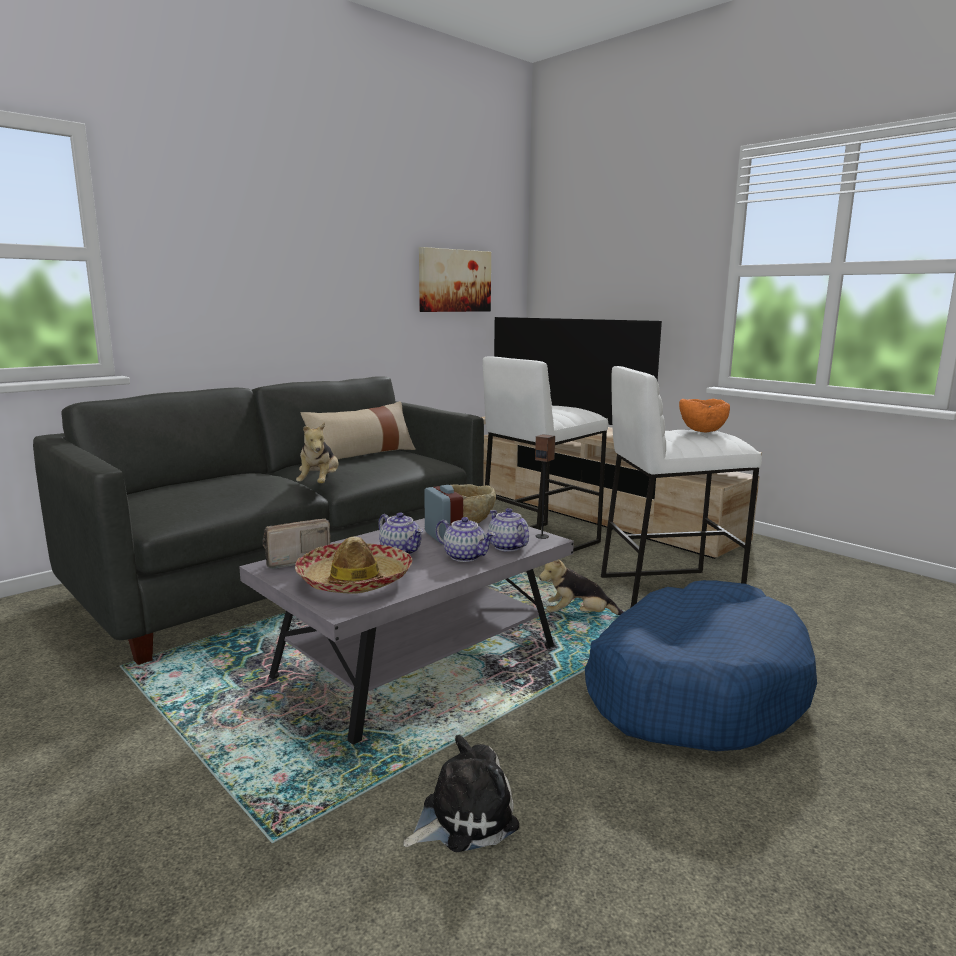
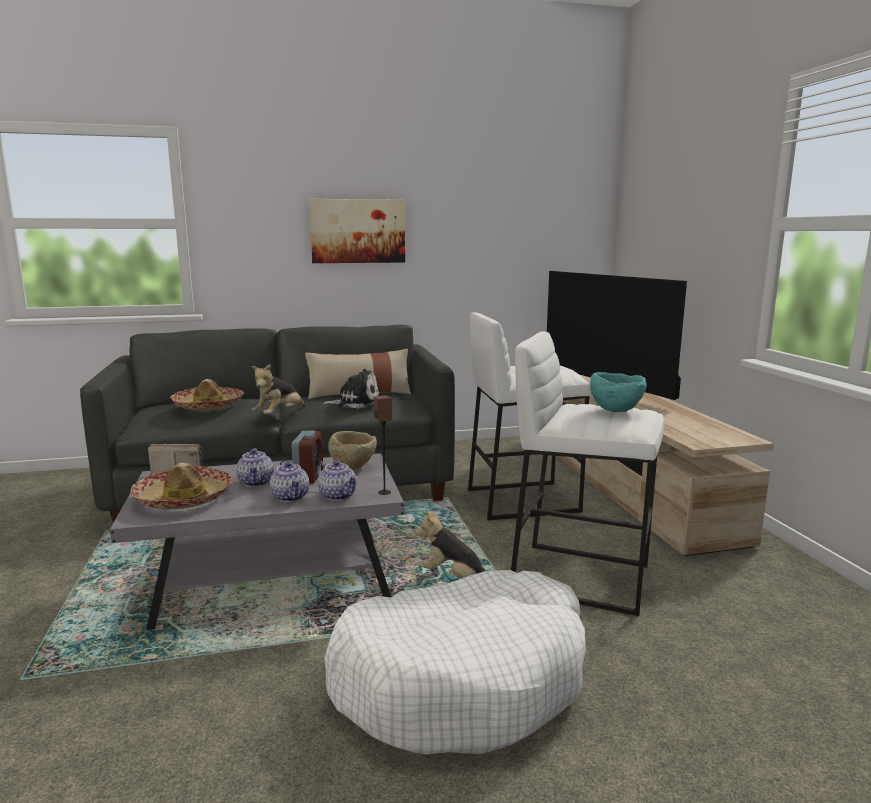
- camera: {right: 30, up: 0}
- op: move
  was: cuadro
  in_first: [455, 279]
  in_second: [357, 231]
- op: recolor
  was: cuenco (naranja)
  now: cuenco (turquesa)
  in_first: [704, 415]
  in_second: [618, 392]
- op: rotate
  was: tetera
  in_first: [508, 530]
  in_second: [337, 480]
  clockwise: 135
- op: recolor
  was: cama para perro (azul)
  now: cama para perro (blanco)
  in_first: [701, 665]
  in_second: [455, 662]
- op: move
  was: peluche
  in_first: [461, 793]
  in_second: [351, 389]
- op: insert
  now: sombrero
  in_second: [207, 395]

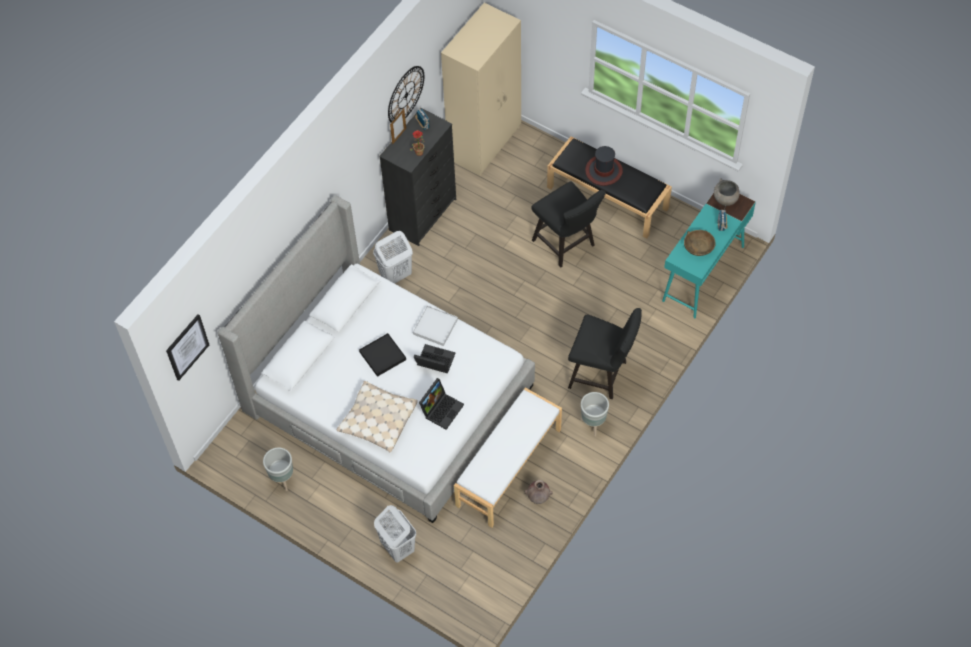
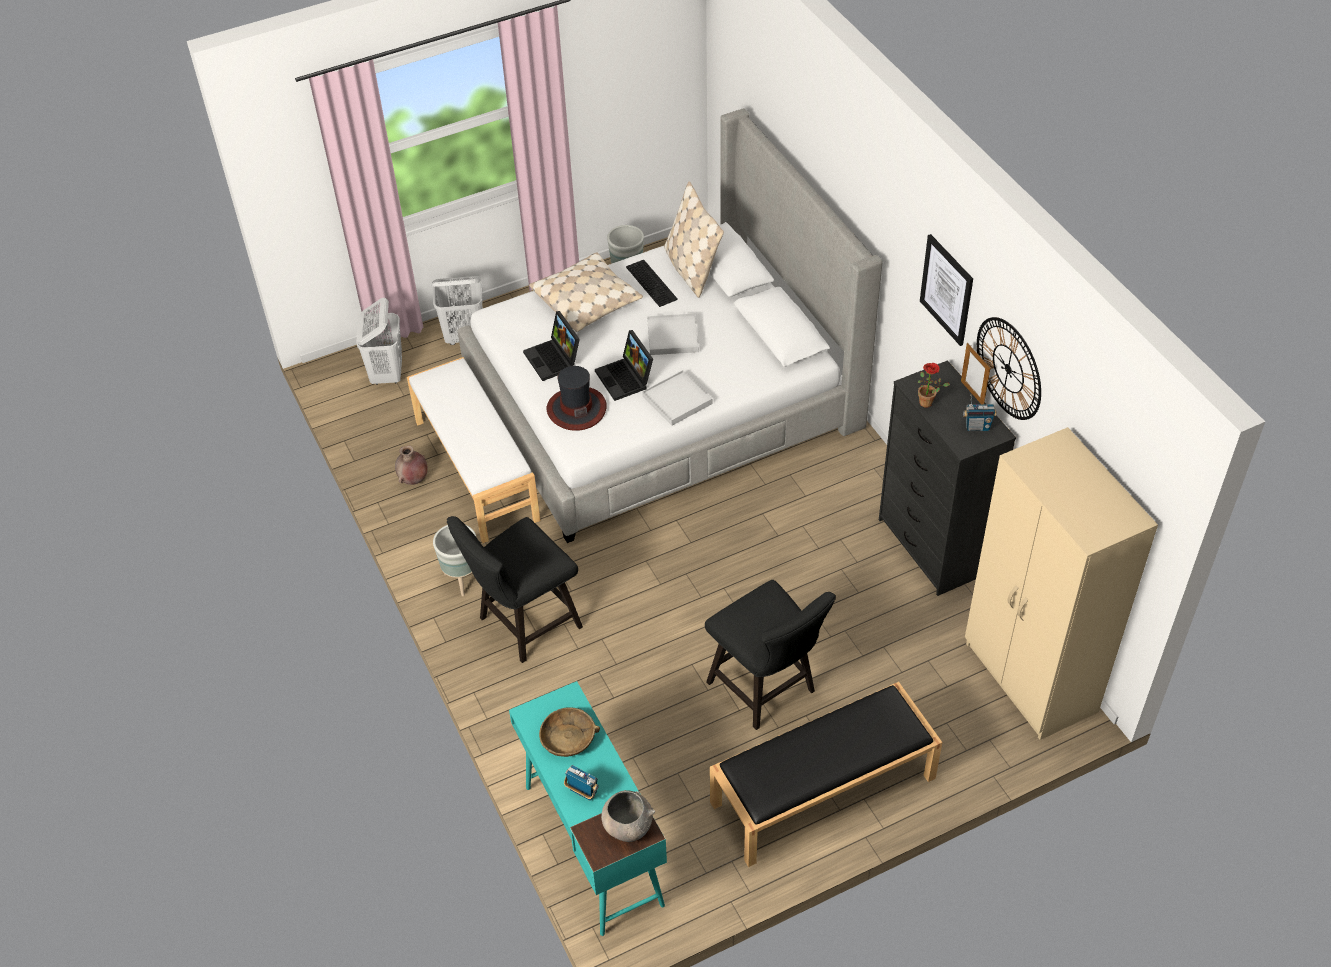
- camera: {right: 120, up: -10}
- op: move
  was: sombrero
  in_first: [604, 166]
  in_second: [577, 398]
- op: rotate
  was: silla (negro)
  in_first: [568, 224]
  in_second: [770, 655]
  clockwise: -120
- op: move
  was: cesto de la ropa (blanco)
  in_first: [393, 257]
  in_second: [379, 341]
- op: move
  was: cuadro
  in_first: [187, 347]
  in_second: [946, 290]
- op: recolor
  was: bandeja (negro)
  now: bandeja (blanco)
  in_first: [382, 355]
  in_second: [673, 334]
- op: rotate
  was: portátil
  in_first: [435, 359]
  in_second: [624, 365]
  clockwise: 105
- op: insert
  now: cojín (beis)
  in_second: [694, 239]
- op: insert
  now: teclado
  in_second: [652, 283]

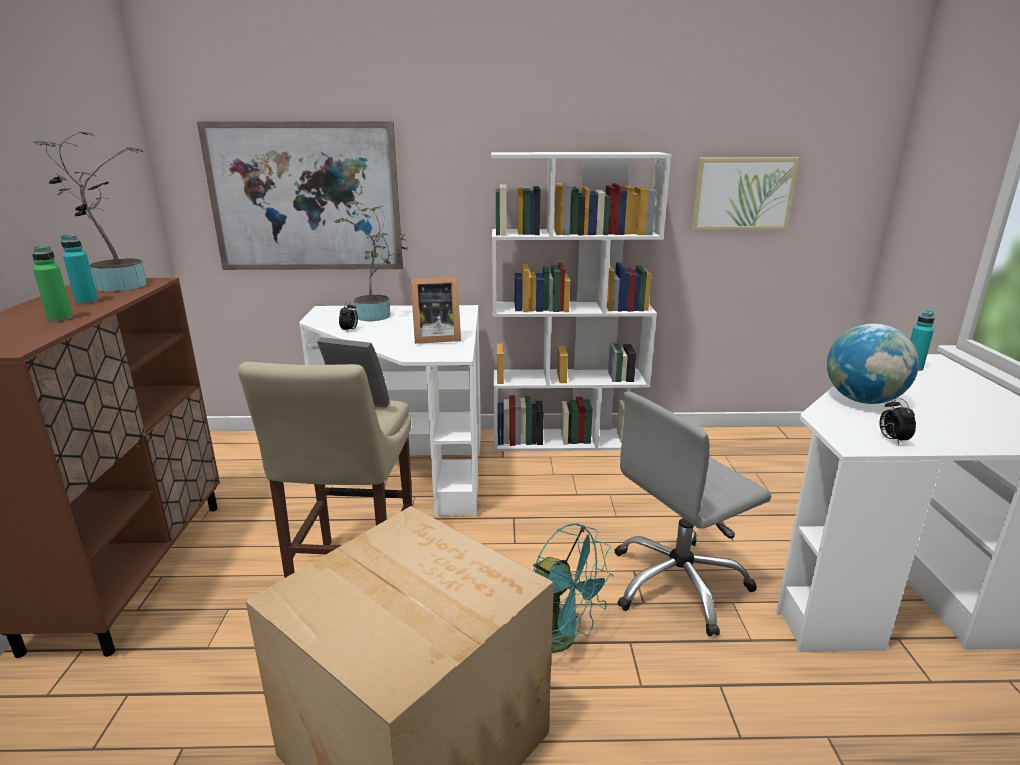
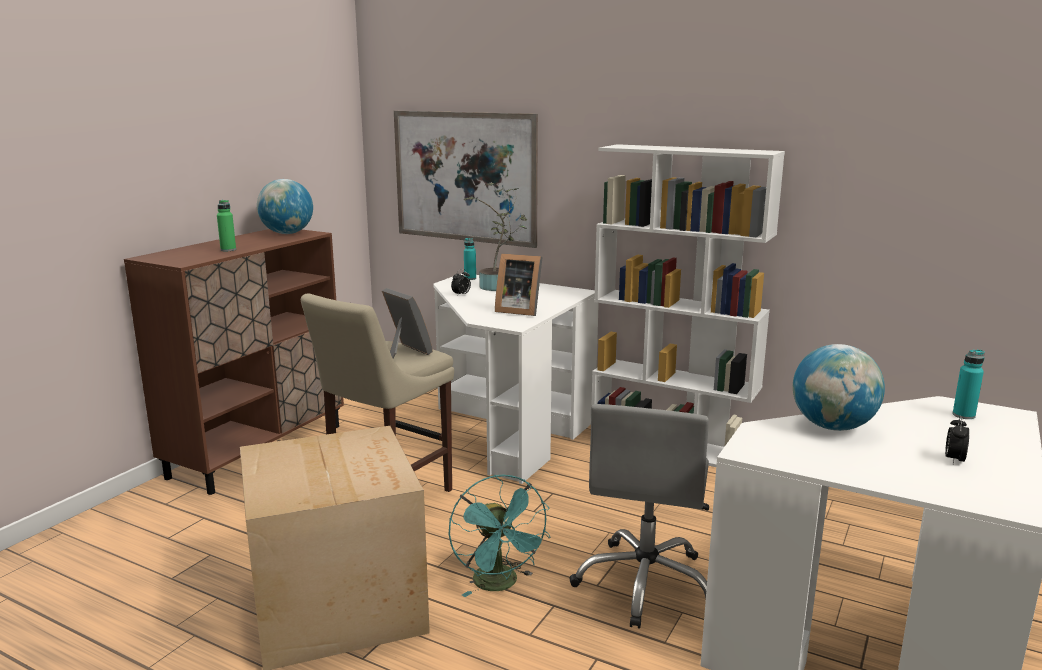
- camera: {right: 30, up: -5}
- op: replace
  was: planta en maceta
  now: globo terráqueo
  in_first: [90, 211]
  in_second: [285, 206]
- op: delete
  was: cuadro
  in_first: [745, 193]
- op: move
  was: botella (turquesa)
  in_first: [79, 269]
  in_second: [470, 259]
- op: rotate
  was: silla de oficina (gris)
  in_first: [693, 514]
  in_second: [639, 516]
  clockwise: -75
- op: move
  was: despertador
  in_first: [897, 421]
  in_second: [957, 439]

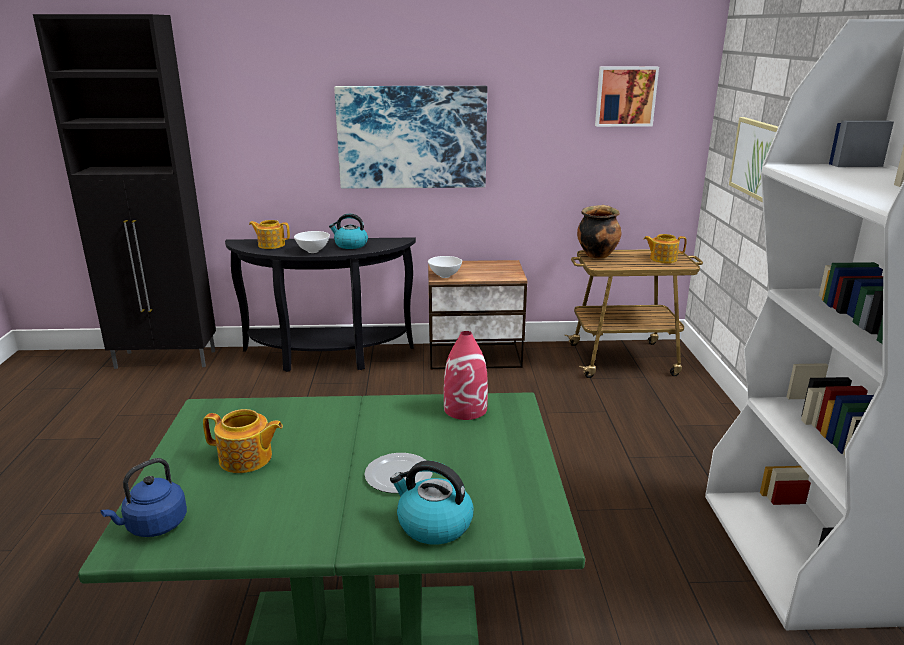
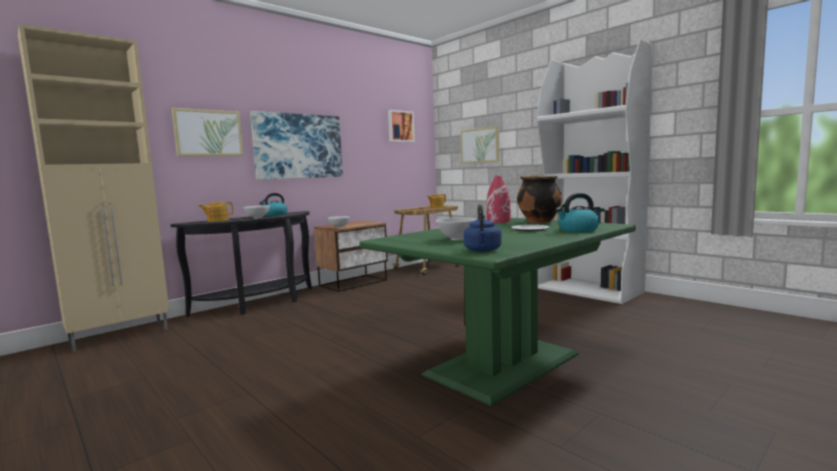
- camera: {right: -40, up: -15}
- op: recolor
  was: armario (negro)
  now: armario (beis)
  in_first: [124, 191]
  in_second: [94, 188]
- op: move
  was: olla
  in_first: [599, 232]
  in_second: [539, 199]
- op: replace
  was: tetera
  now: cuenco (blanco)
  in_first: [243, 441]
  in_second: [457, 228]
- op: insert
  now: cuadro
  in_second: [207, 132]

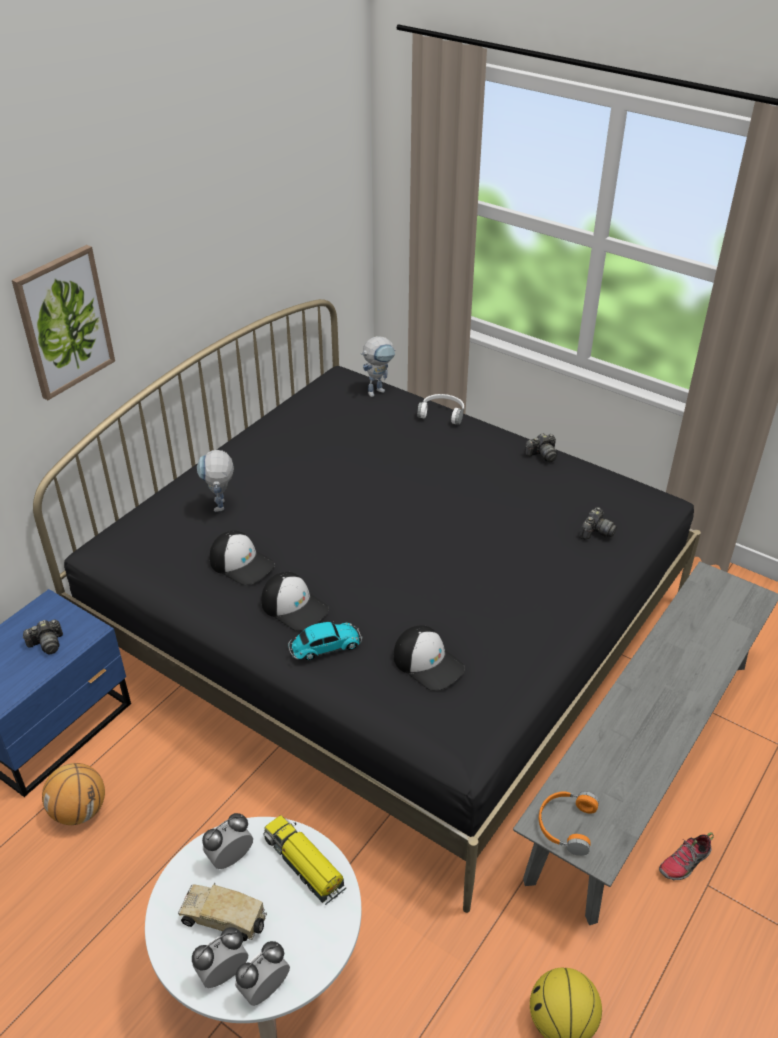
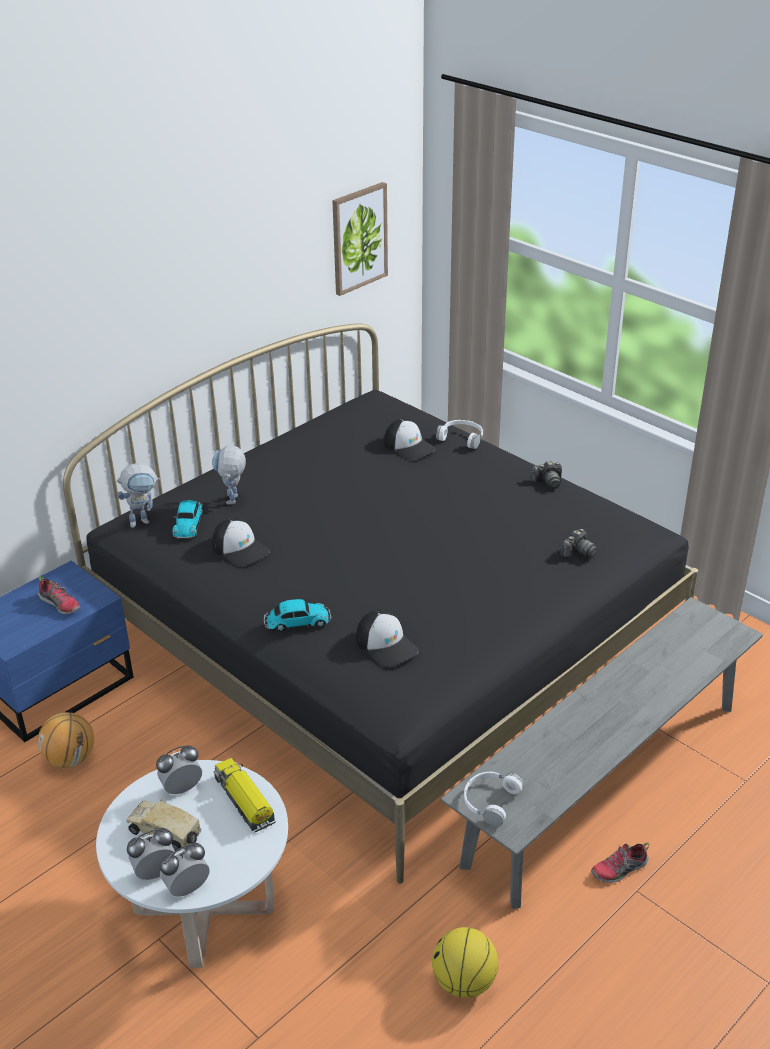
- camera: {right: 10, up: -5}
- op: move
  was: cuadro
  in_first: [63, 322]
  in_second: [360, 239]
- op: move
  was: robot de juguete
  in_first: [378, 366]
  in_second: [137, 495]
- op: move
  was: gorra
  in_first: [295, 601]
  in_second: [409, 439]
- op: replace
  was: cámara
  now: zapato
  in_first: [42, 636]
  in_second: [59, 595]
- op: recolor
  was: auriculares (naranja)
  now: auriculares (blanco)
  in_first: [569, 823]
  in_second: [494, 799]
- op: insert
  now: coche de juguete
  in_second: [187, 519]

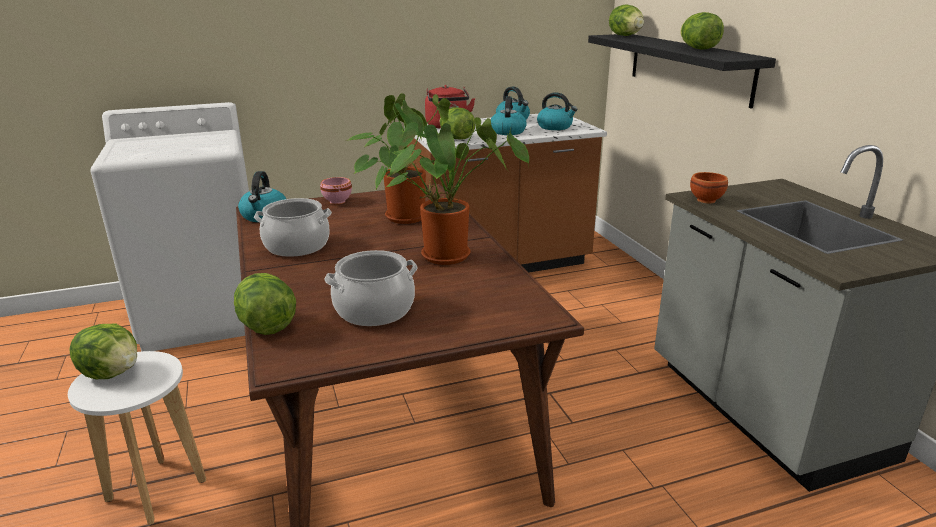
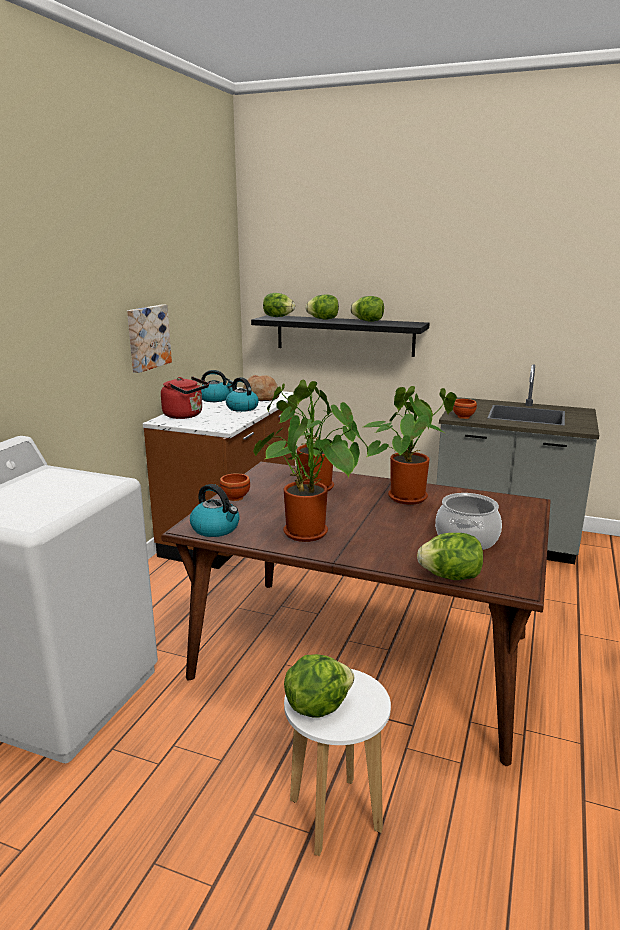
- camera: {right: -50, up: -5}
- op: replace
  was: hervidor
  now: pan
  in_first: [557, 111]
  in_second: [261, 388]
- op: move
  was: lechuga
  in_first: [458, 123]
  in_second: [322, 307]
- op: recolor
  was: cuenco (rosa)
  now: cuenco (marrón)
  in_first: [336, 191]
  in_second: [235, 487]
- op: replace
  was: olla
  now: planta en maceta
  in_first: [293, 227]
  in_second: [310, 478]
- op: insert
  now: cuadro
  in_second: [149, 339]

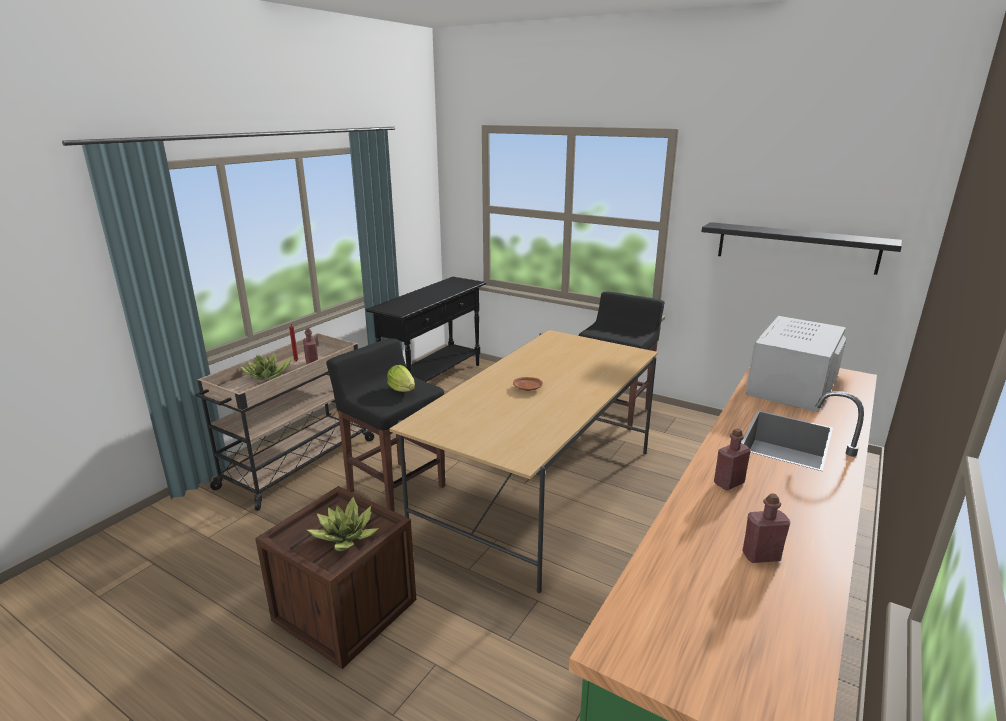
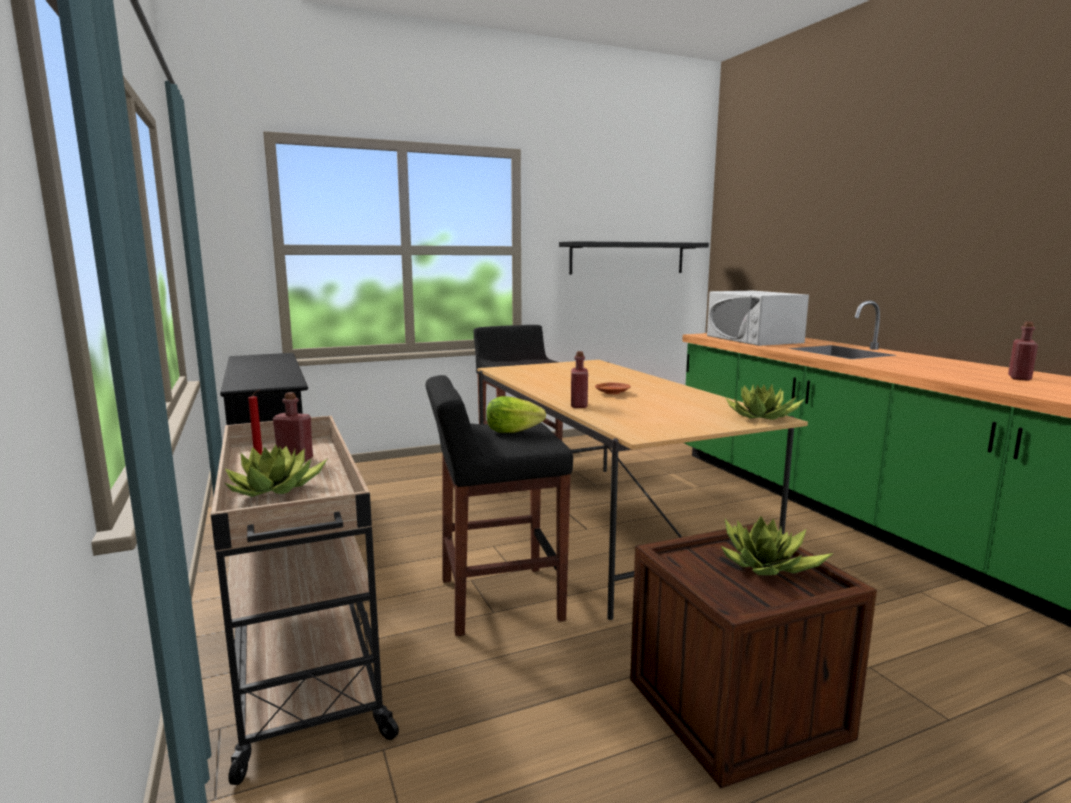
- camera: {right: -55, up: -10}
- op: move
  was: botella (rojo)
  in_first: [732, 459]
  in_second: [579, 379]
- op: insert
  now: planta en maceta
  in_second: [765, 402]

